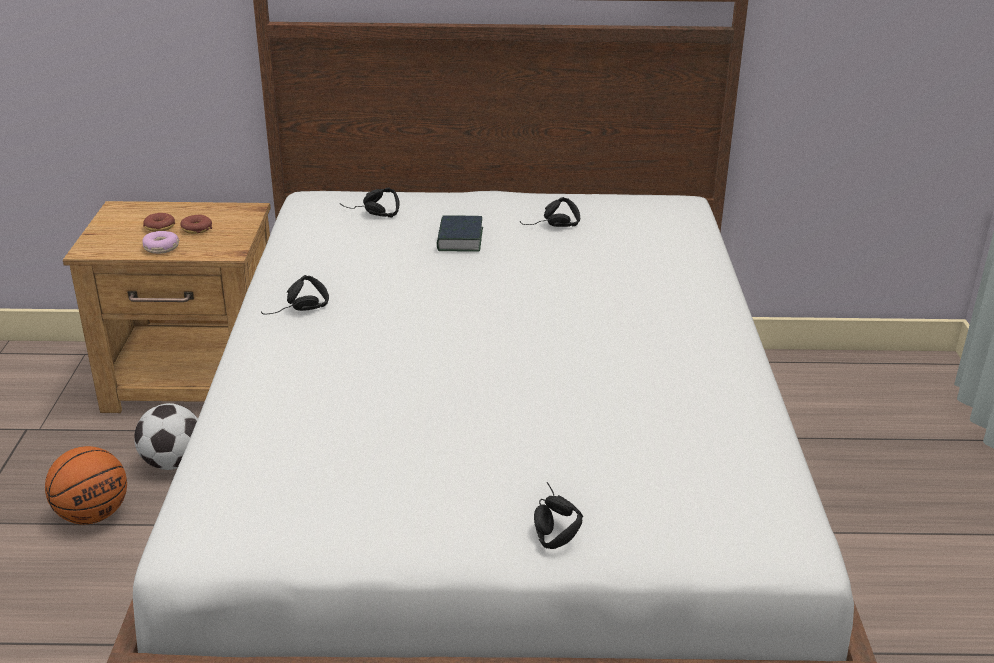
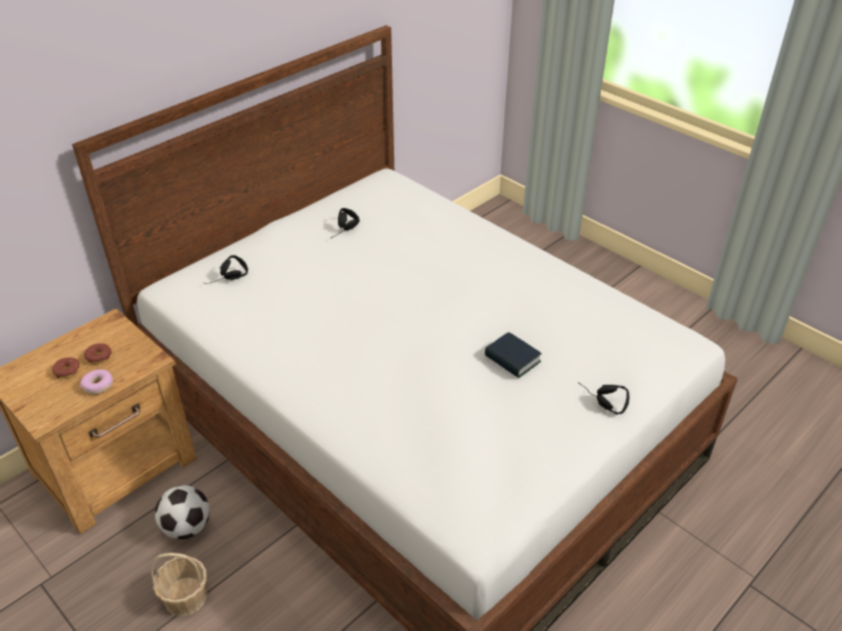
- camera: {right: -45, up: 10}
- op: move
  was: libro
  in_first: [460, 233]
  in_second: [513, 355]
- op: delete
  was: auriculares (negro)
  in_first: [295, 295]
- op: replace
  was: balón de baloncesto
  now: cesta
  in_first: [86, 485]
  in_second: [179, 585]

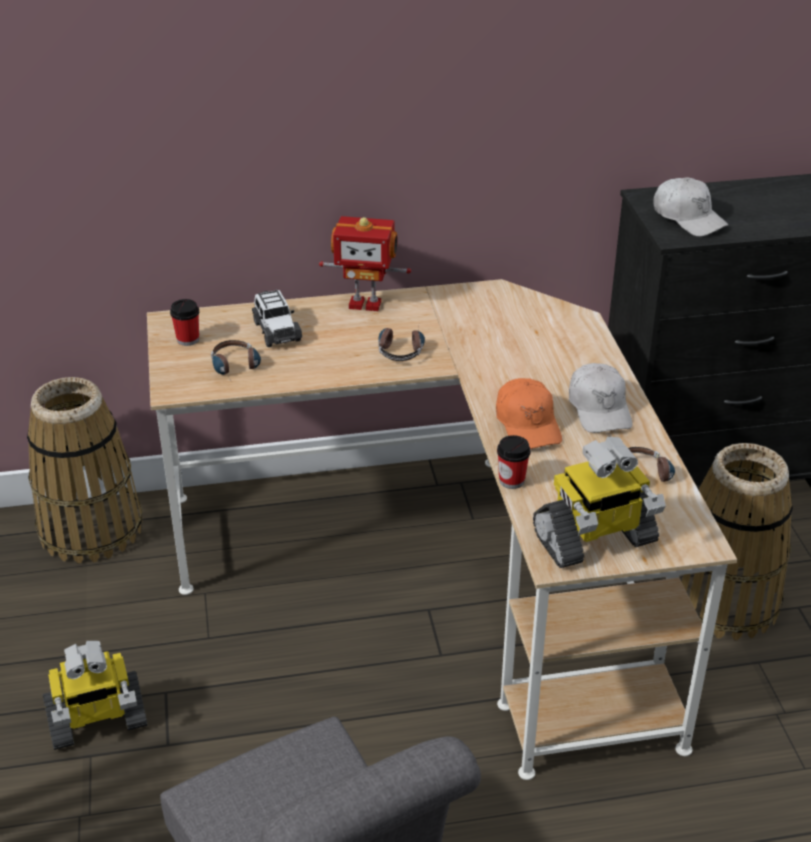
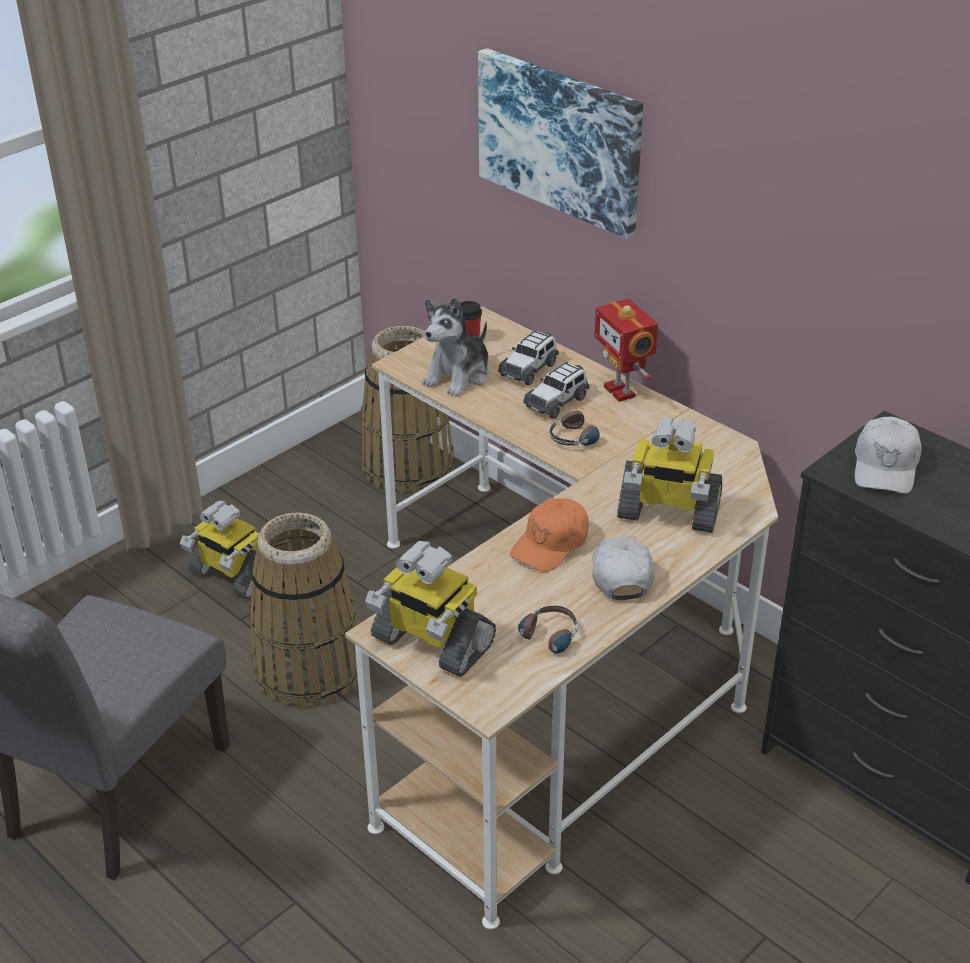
- camera: {right: 55, up: 0}
- op: replace
  was: auriculares
  now: peluche
  in_first: [236, 360]
  in_second: [456, 347]
- op: rotate
  was: gorra (blanco)
  in_first: [601, 398]
  in_second: [623, 568]
  clockwise: 135
- op: delete
  was: taza
  in_first: [514, 462]
- op: move
  was: cesta
  in_first: [736, 541]
  in_second: [303, 610]
- op: insert
  now: cuadro
  in_second: [560, 143]
- op: insert
  now: coche de juguete
  in_second: [556, 390]
- op: insert
  now: robot de juguete
  in_second: [669, 475]

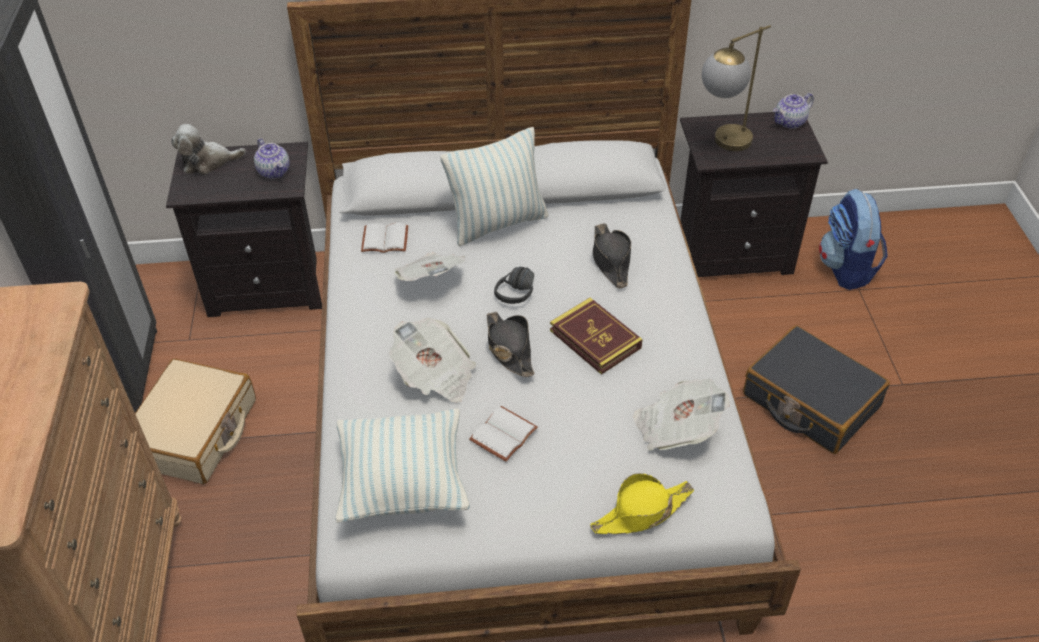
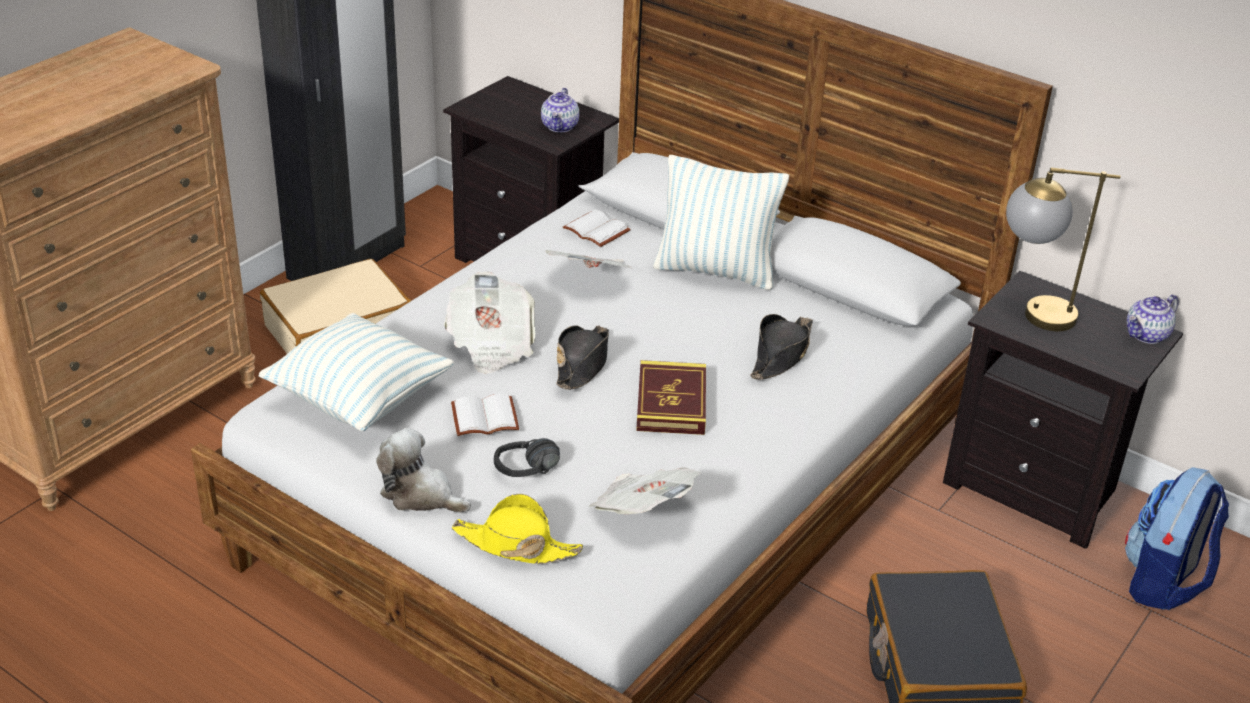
- camera: {right: 40, up: -10}
- op: rotate
  was: tetera
  in_first: [793, 111]
  in_second: [1153, 319]
  clockwise: -45
- op: move
  was: peluche
  in_first: [208, 149]
  in_second: [423, 470]
- op: move
  was: auriculares (negro)
  in_first: [514, 285]
  in_second: [527, 457]

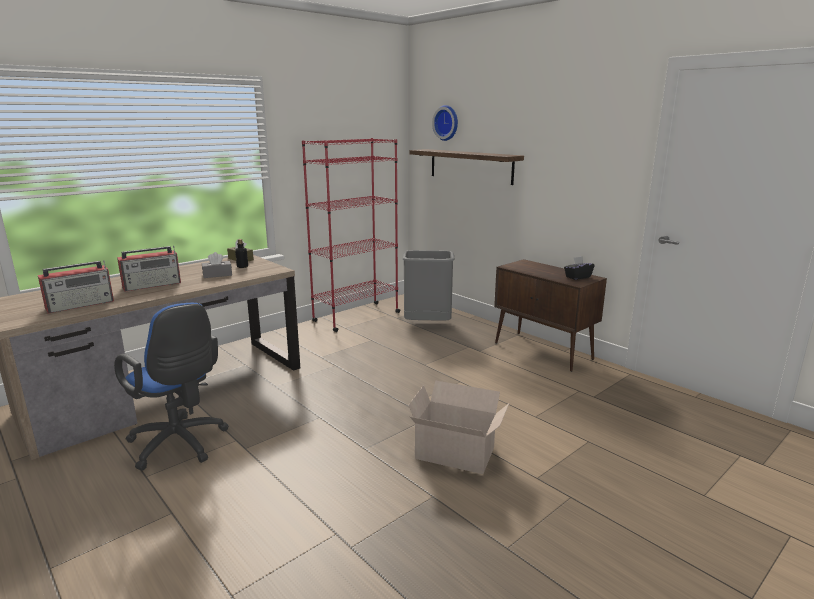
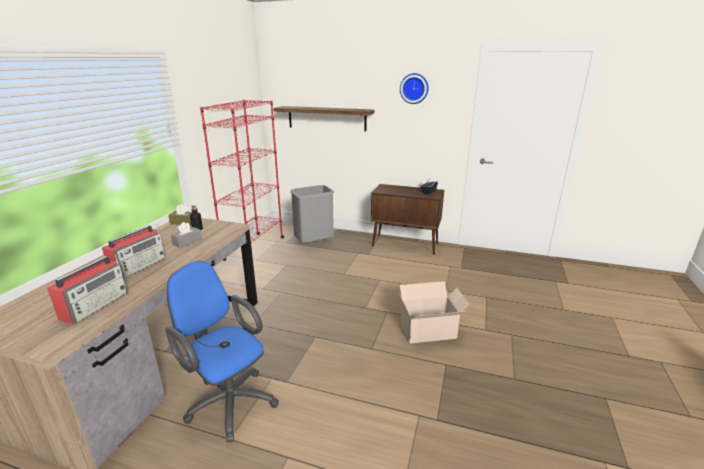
- camera: {right: -30, up: 5}
- op: move
  was: reloj de pared
  in_first: [445, 123]
  in_second: [414, 88]
- op: rotate
  was: silla de oficina (azul)
  in_first: [171, 386]
  in_second: [222, 351]
  clockwise: -150

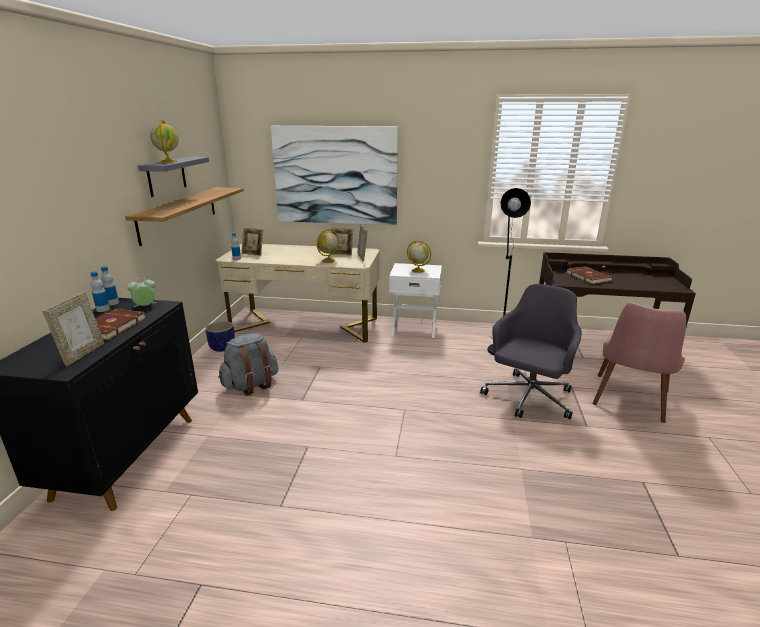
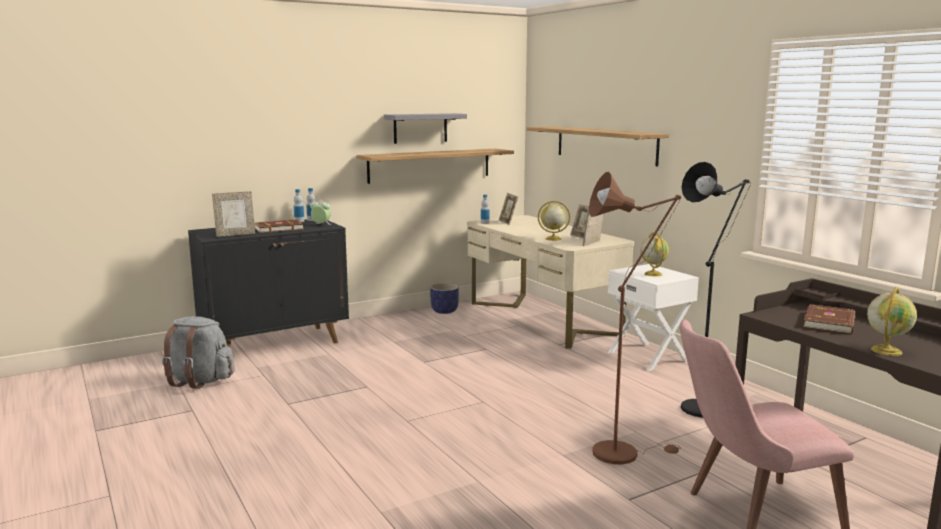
- camera: {right: 50, up: -10}
- op: move
  was: globo terráqueo
  in_first: [164, 141]
  in_second: [892, 321]
- op: replace
  was: cuadro
  now: estante
  in_first: [334, 175]
  in_second: [598, 146]
- op: replace
  was: silla de oficina (gris)
  now: lámpara de pie (marrón)
  in_first: [531, 351]
  in_second: [635, 318]
- op: move
  was: mochila (gris)
  in_first: [248, 364]
  in_second: [198, 352]

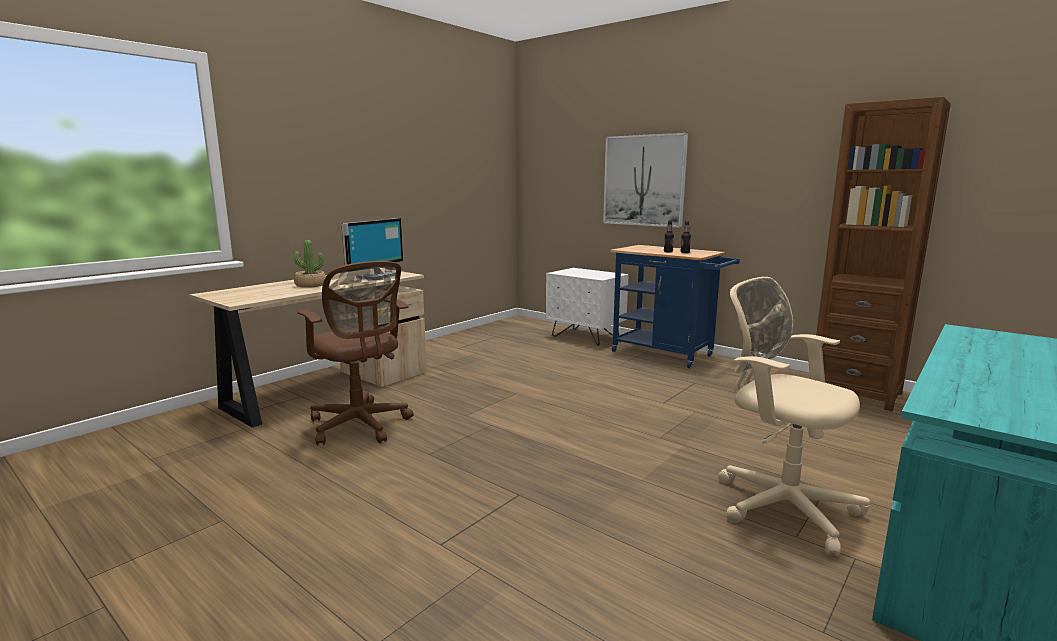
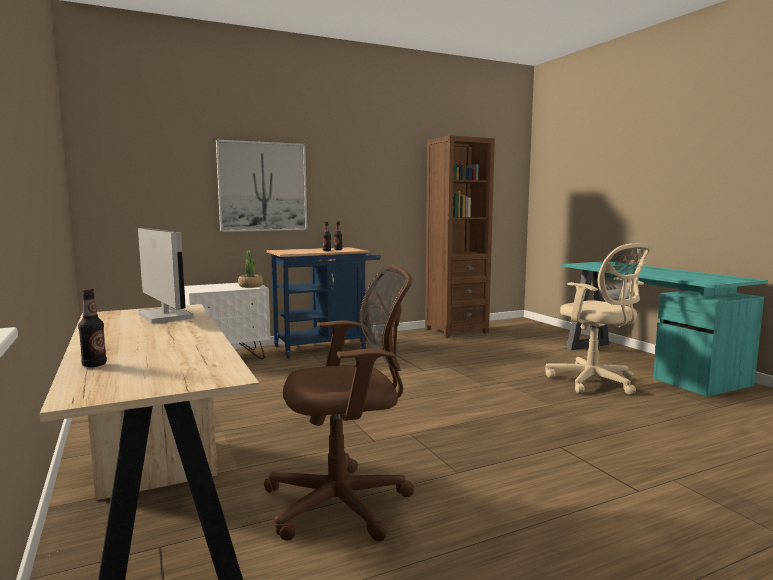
- camera: {right: -65, up: -5}
- op: move
  was: planta en maceta
  in_first: [310, 264]
  in_second: [250, 269]
- op: rotate
  was: silla de oficina (beis)
  in_first: [794, 416]
  in_second: [598, 319]
  clockwise: -105
- op: insert
  now: botella
  in_second: [92, 328]

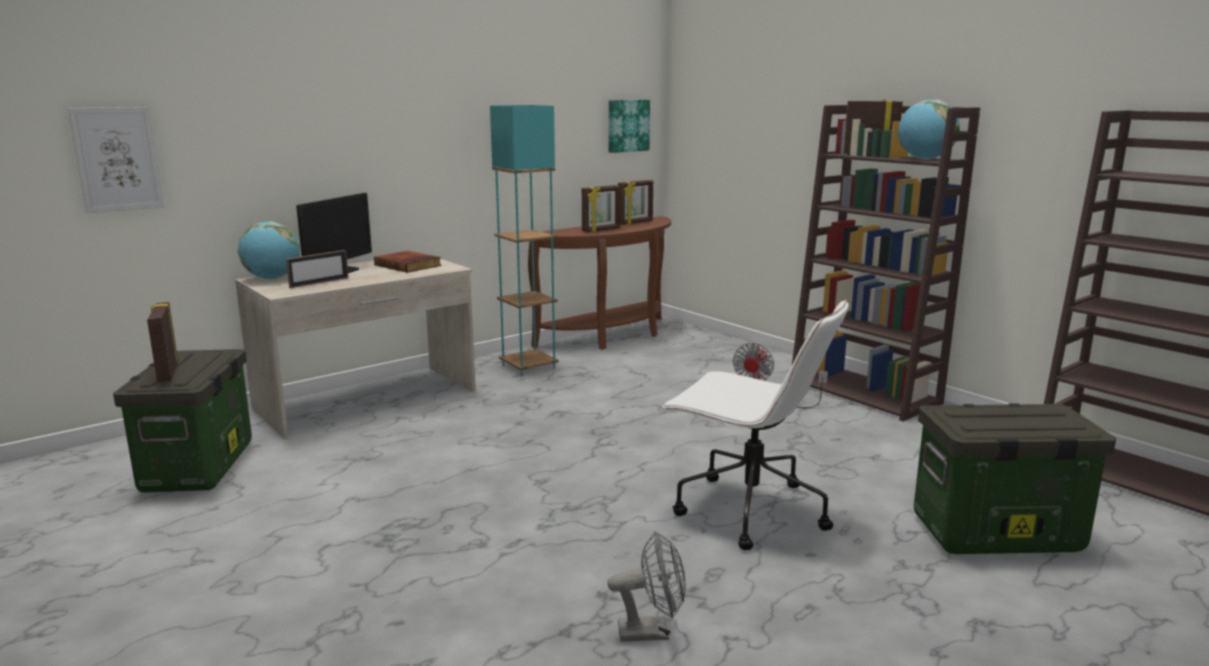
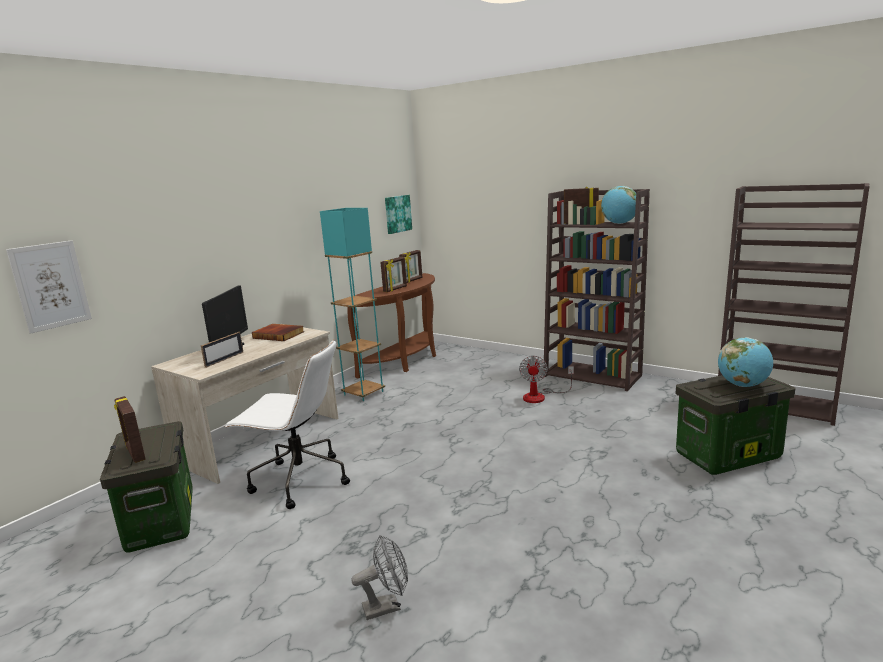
- camera: {right: -15, up: 0}
- op: move
  was: globo terráqueo
  in_first: [269, 250]
  in_second: [745, 362]
- op: move
  was: silla de oficina (blanco)
  in_first: [755, 425]
  in_second: [287, 424]
- op: move
  was: ventilador (gris)
  in_first: [647, 586]
  in_second: [379, 577]

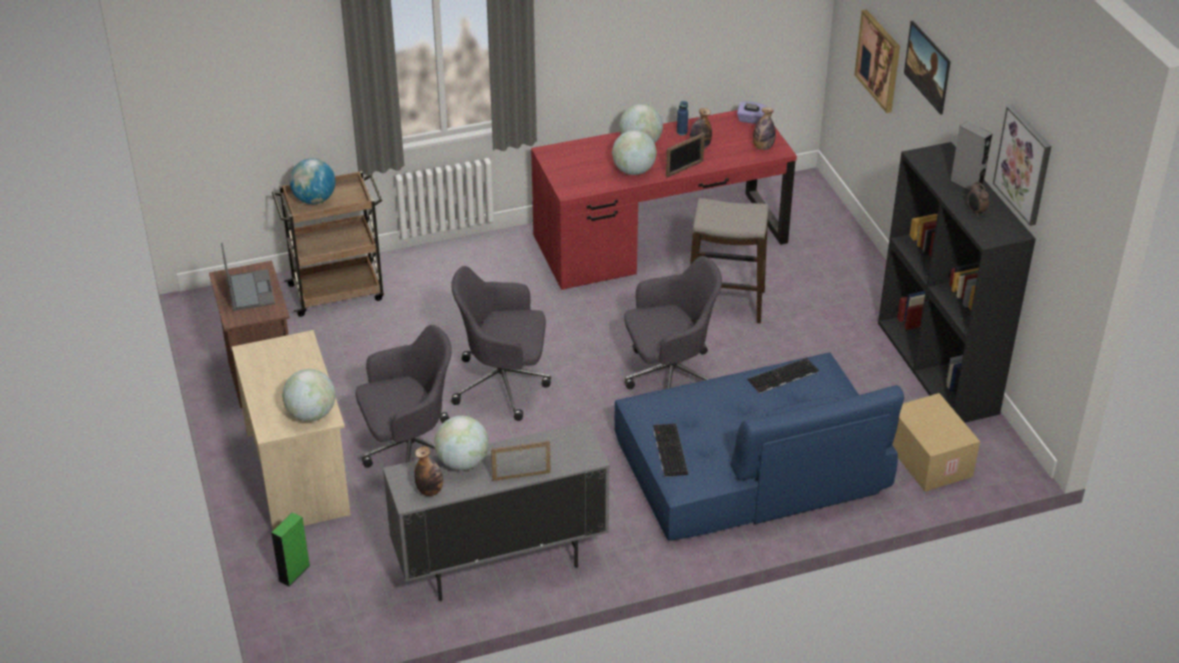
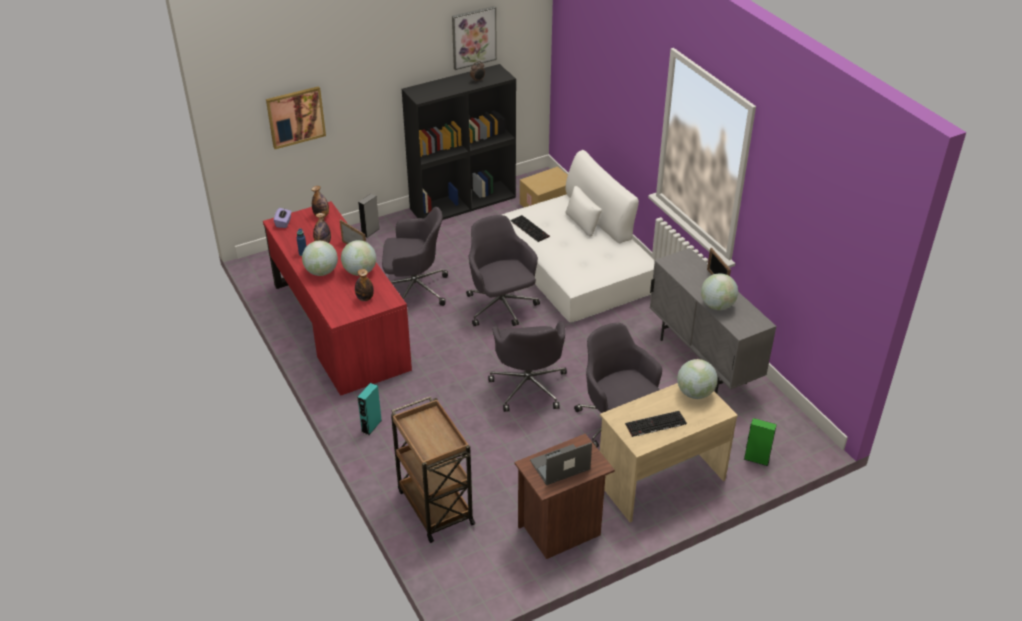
- camera: {right: -100, up: 0}
- op: delete
  was: cuadro
  in_first: [927, 68]
- op: move
  was: altavoz (gris)
  in_first: [971, 156]
  in_second: [369, 216]
- op: delete
  was: globo terráqueo
  in_first: [312, 181]
- op: replace
  was: taburete
  now: silla de oficina (gris)
  in_first: [729, 260]
  in_second: [415, 256]
- op: recolor
  was: sofá (azul)
  now: sofá (blanco)
  in_first: [759, 446]
  in_second: [578, 236]
- op: move
  was: teclado
  in_first: [670, 450]
  in_second: [656, 424]
- op: move
  was: botella
  in_first: [428, 471]
  in_second: [364, 285]
- op: insert
  now: altavoz (turquesa)
  in_second: [369, 409]

